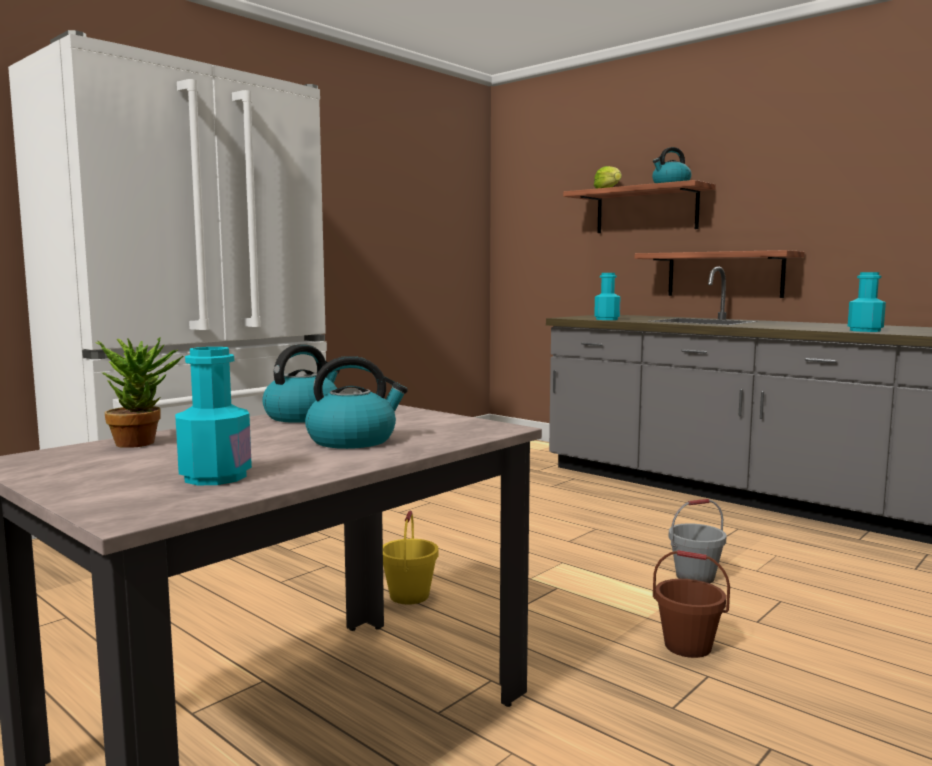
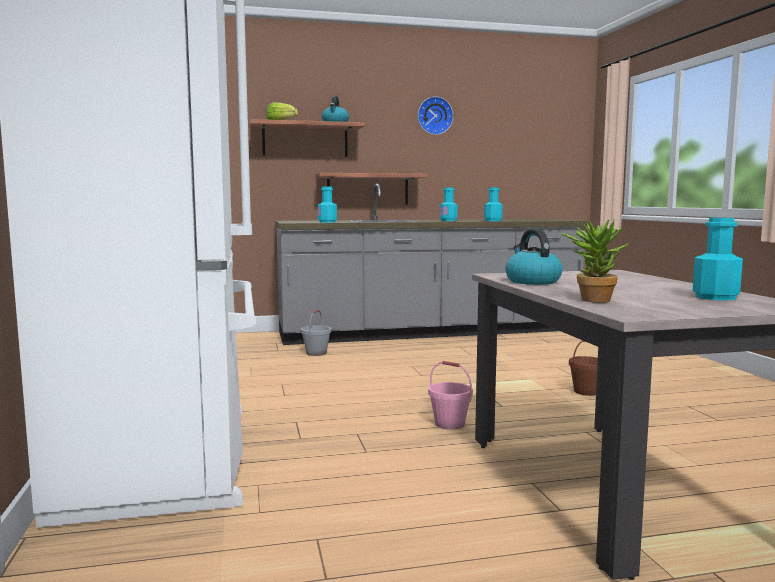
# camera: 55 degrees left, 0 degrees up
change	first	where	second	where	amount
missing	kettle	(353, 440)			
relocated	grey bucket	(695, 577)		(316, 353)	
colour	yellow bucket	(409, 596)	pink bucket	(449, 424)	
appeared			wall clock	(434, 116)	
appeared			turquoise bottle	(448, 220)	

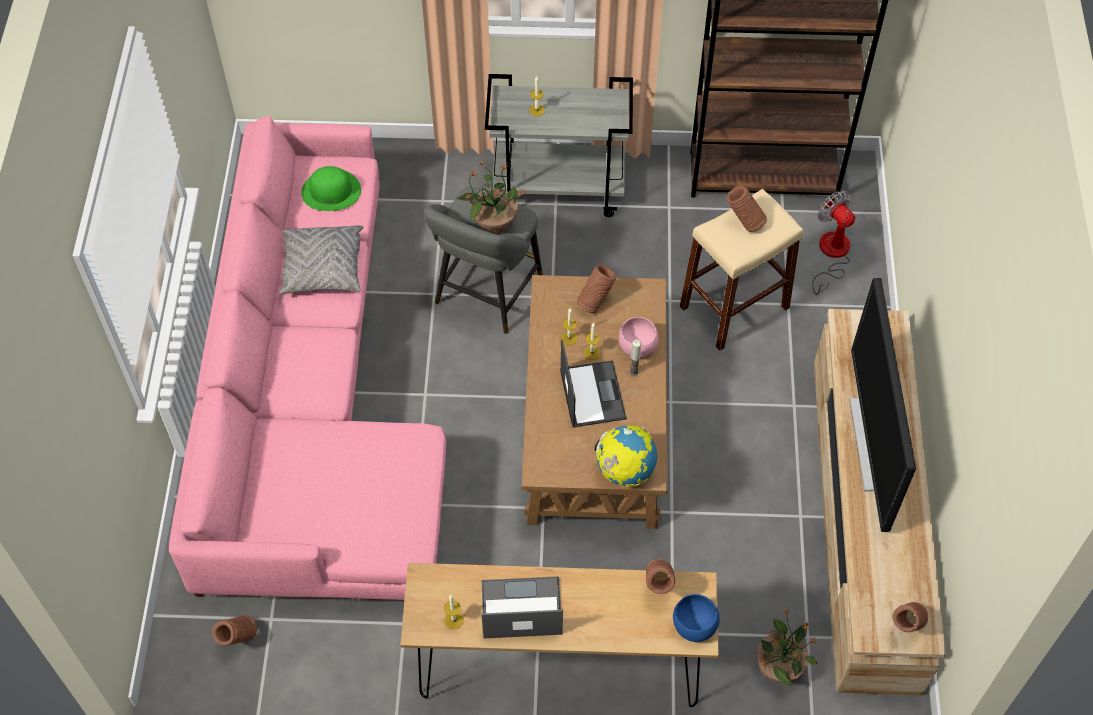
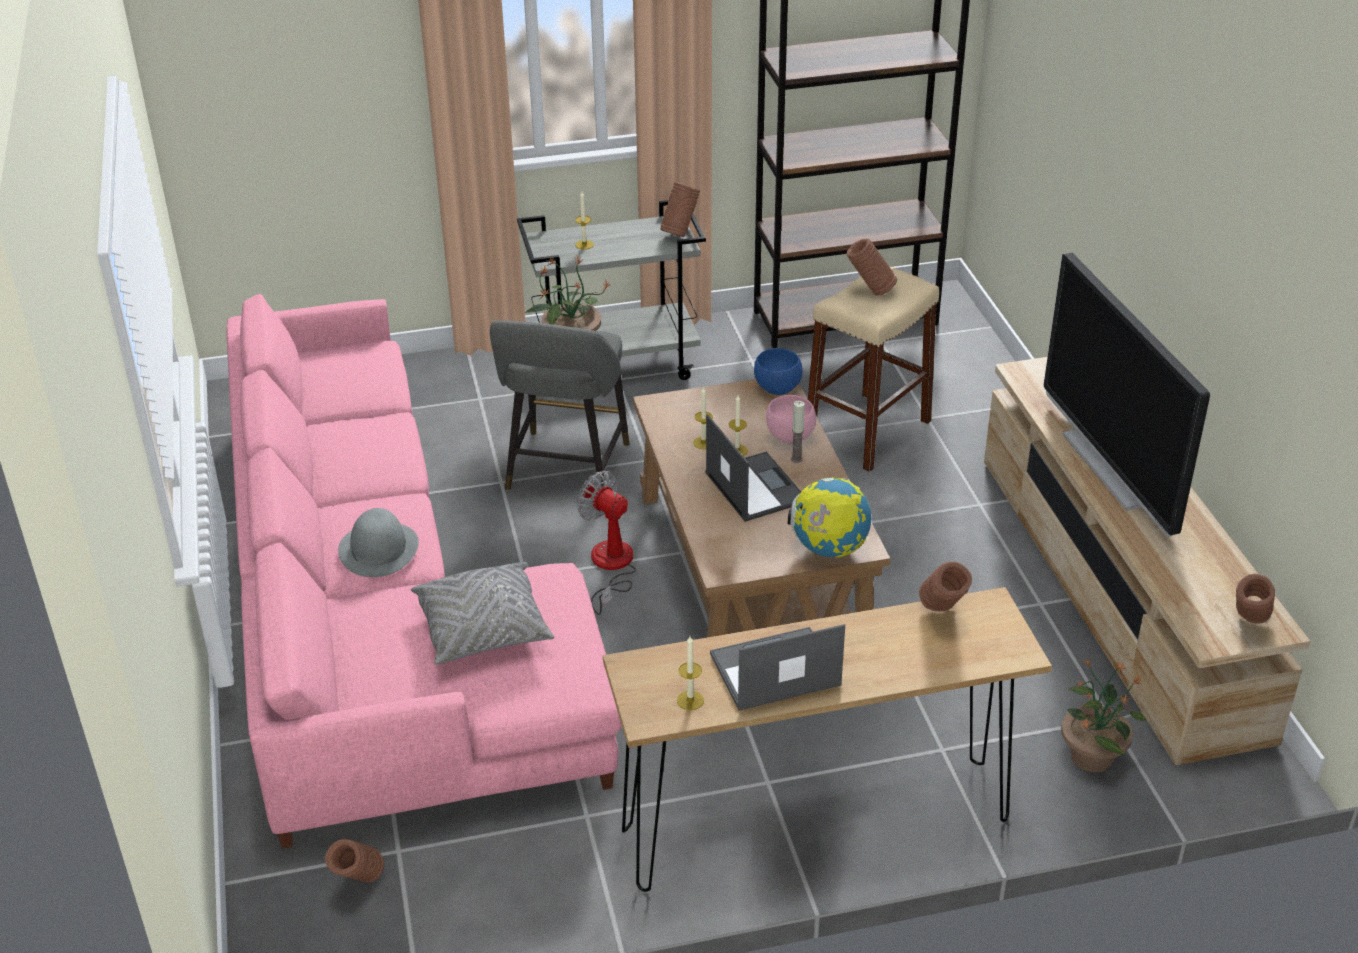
# camera: 15 degrees left, 20 degrees down
change	first	where	second	where	amount
missing	green hat	(331, 191)			
relocated	fan	(831, 254)		(610, 567)	
relocated	grey pillow	(323, 269)		(484, 630)	
relocated	brown vase	(595, 302)		(679, 233)	
relocated	blue bowl	(694, 627)		(777, 389)	
appeared			grey hat	(378, 548)	

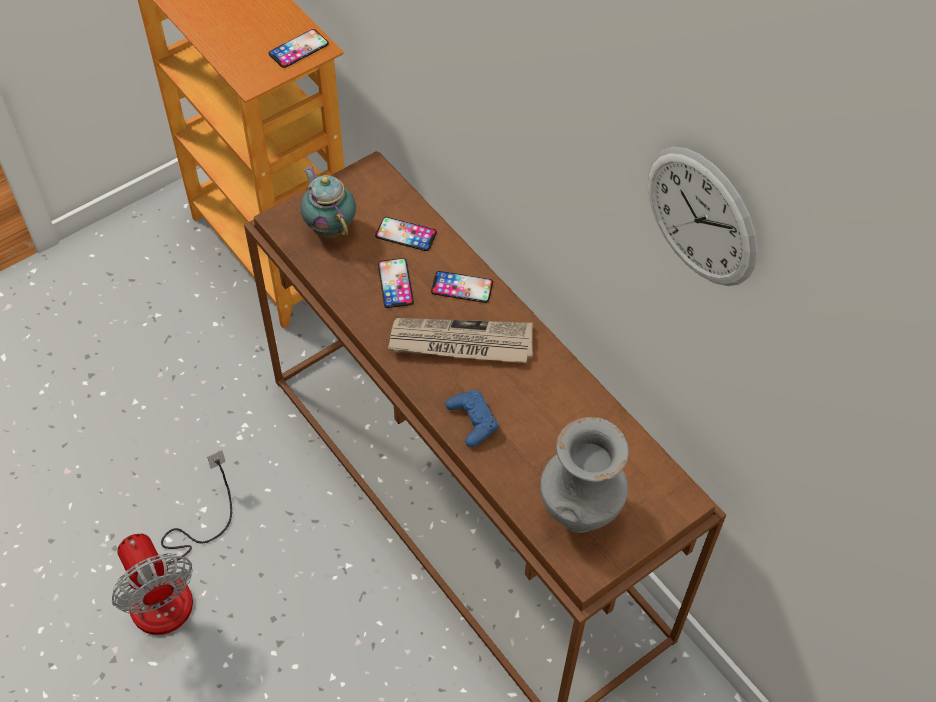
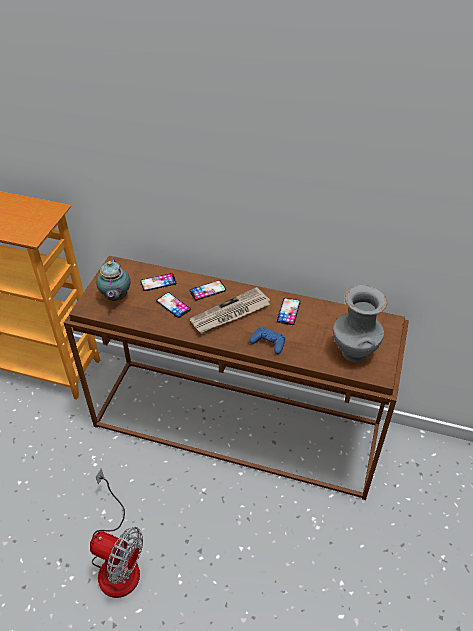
# camera: 35 degrees left, 10 degrees down
change	first	where	second	where	amount
relocated	phone	(298, 49)		(288, 311)	
missing	wall clock	(701, 217)			
spun	teapot	(330, 227)		(115, 298)	120 degrees counterclockwise

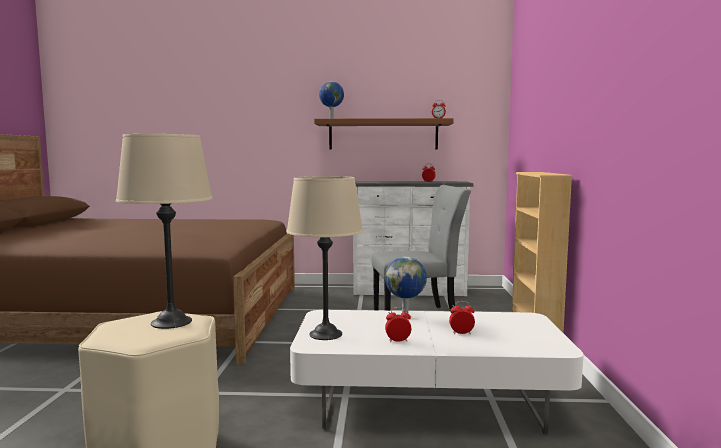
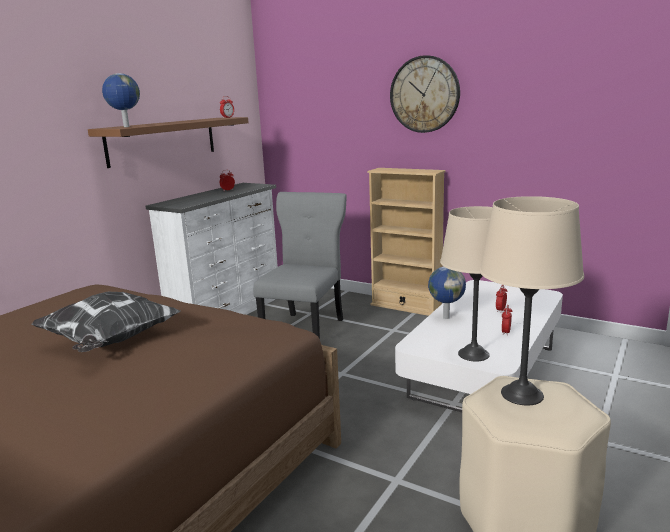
# camera: 60 degrees left, 10 degrees up
change	first	where	second	where	amount
appeared			wall clock	(424, 94)	
appeared			pillow	(110, 342)	

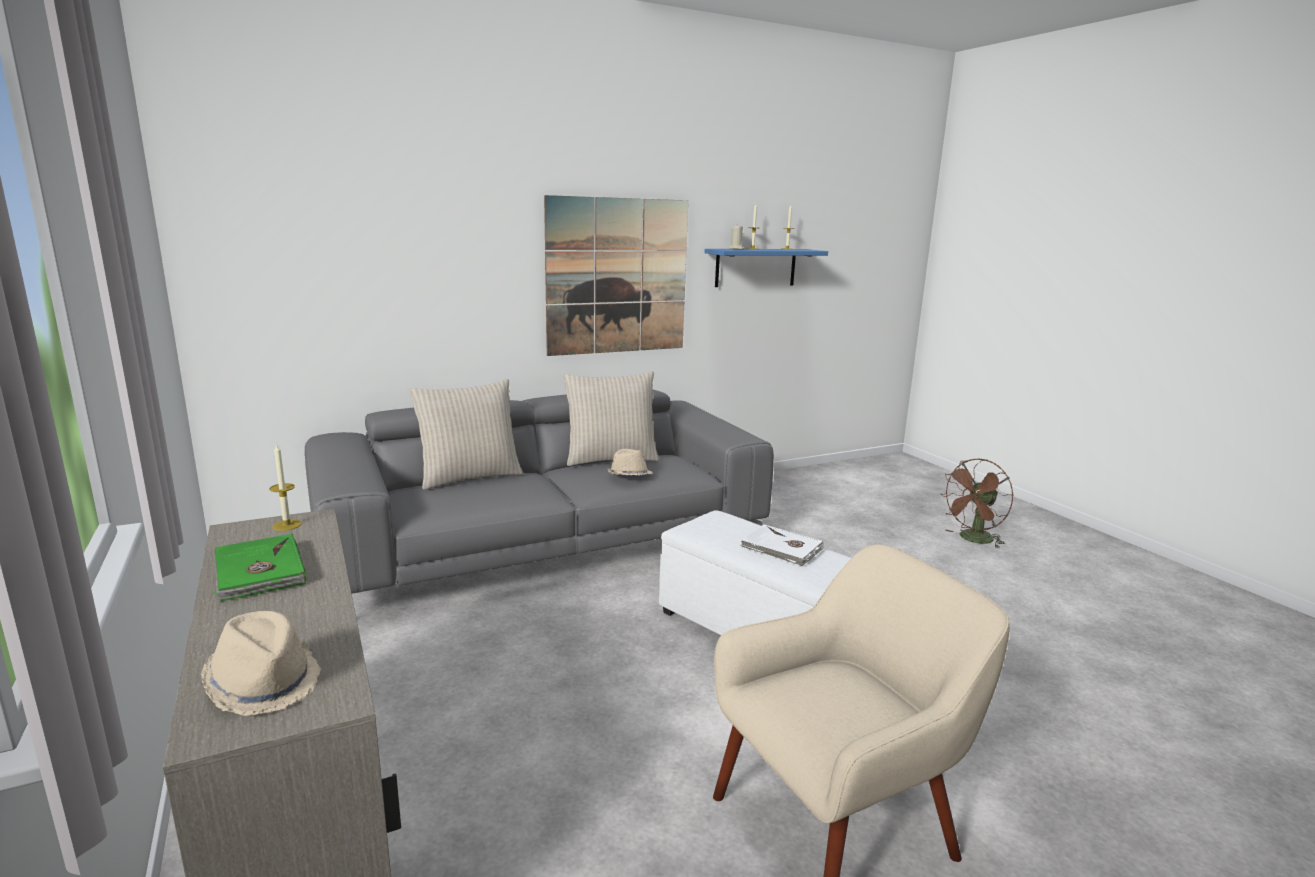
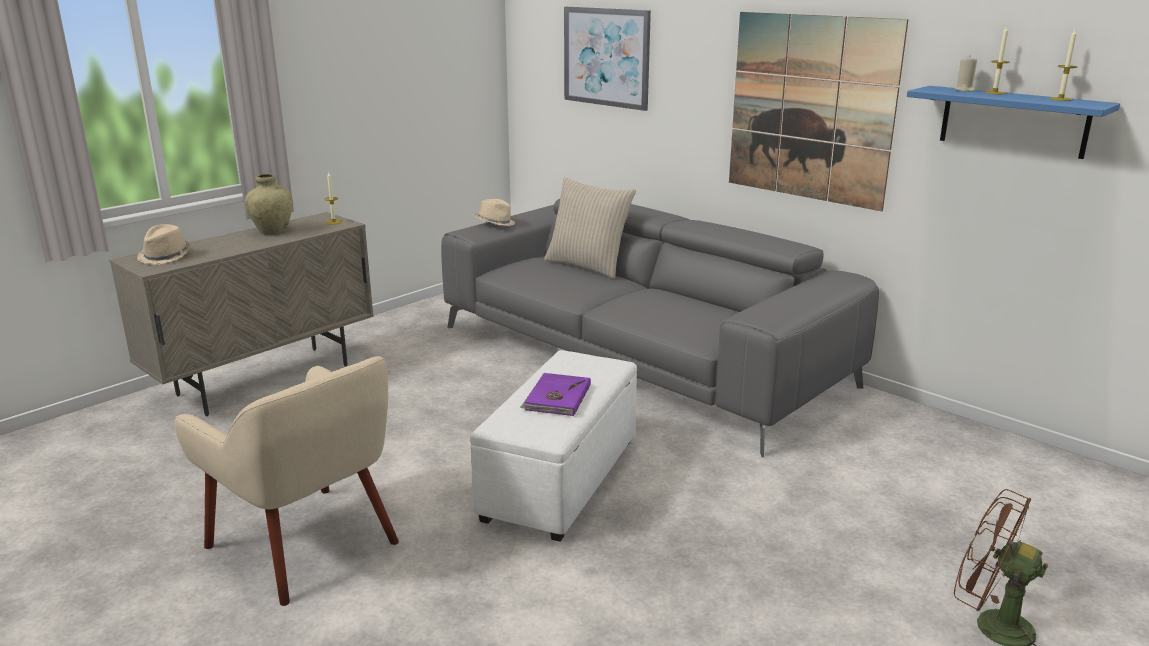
# camera: 70 degrees right, 5 degrees up
change	first	where	second	where	amount
missing	beige pillow	(611, 459)			
relocated	beige hat	(629, 476)		(494, 223)	
colour	white book	(781, 549)	purple book	(556, 398)	
exchanged	green book	(257, 572)	beige vase	(272, 231)	
appeared			picture	(606, 57)	

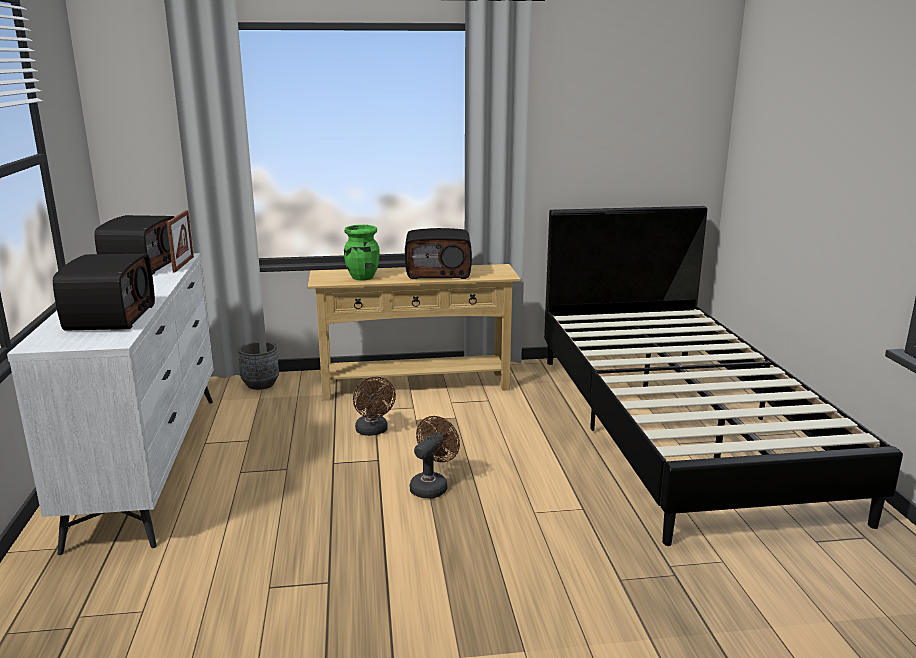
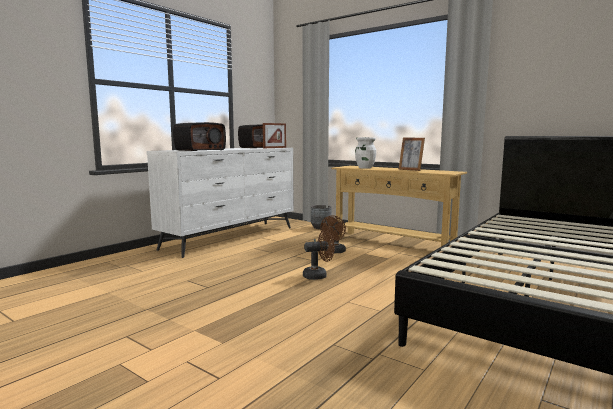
# camera: 45 degrees right, 10 degrees down
change	first	where	second	where	amount
colour	green vase	(362, 277)	white vase	(365, 168)	
exchanged	radio	(439, 273)	picture frame	(410, 170)	

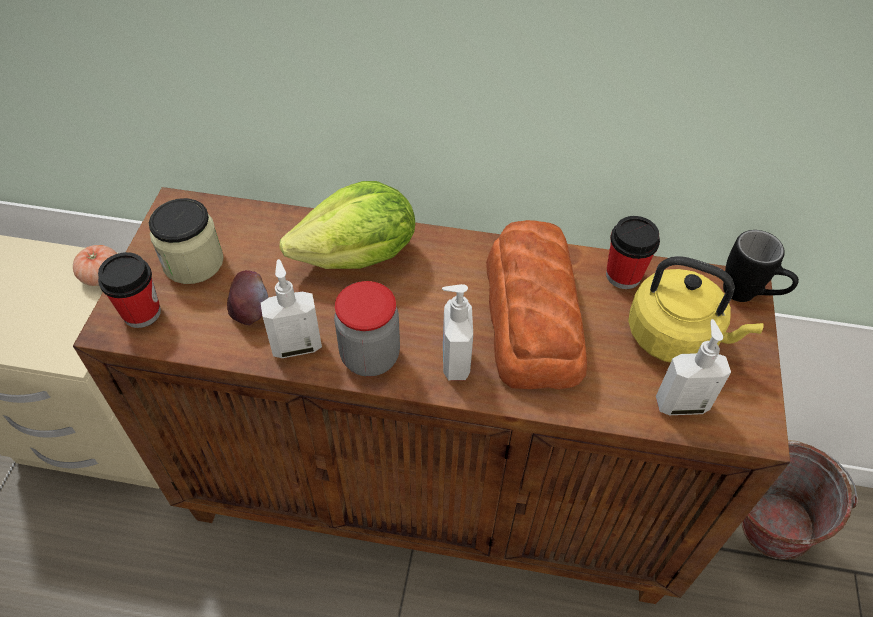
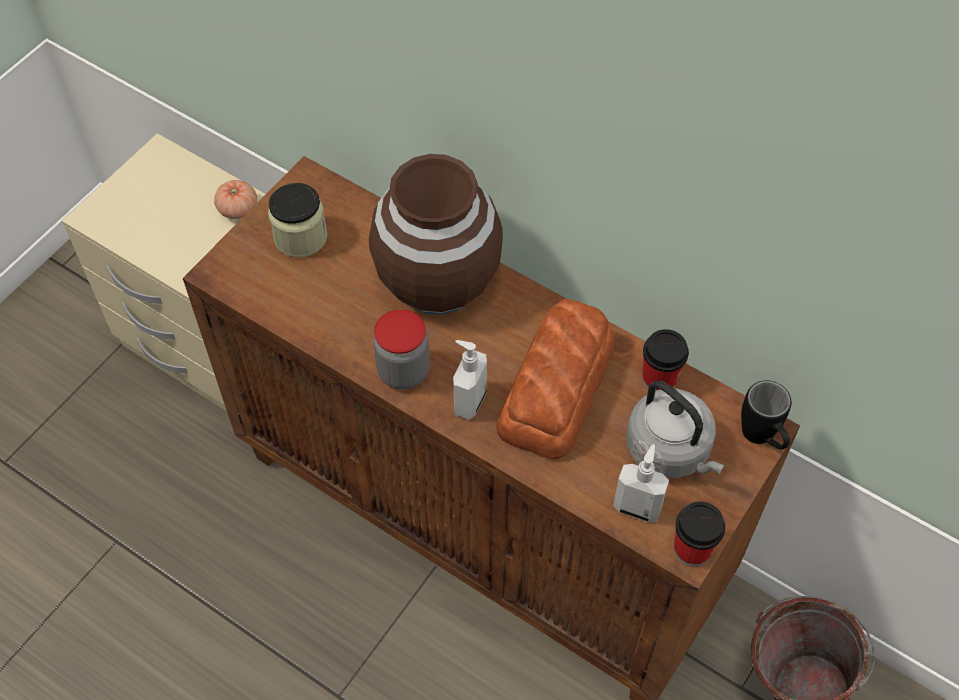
# camera: 25 degrees right, 5 degrees up
change	first	where	second	where	amount
exchanged	lettuce	(359, 257)	brown vase	(437, 280)	
relocated	cup	(142, 313)		(692, 549)	
colour	yellow kettle	(676, 337)	grey kettle	(671, 451)	
missing	soap dispenser	(296, 346)			
missing	apple	(250, 312)			

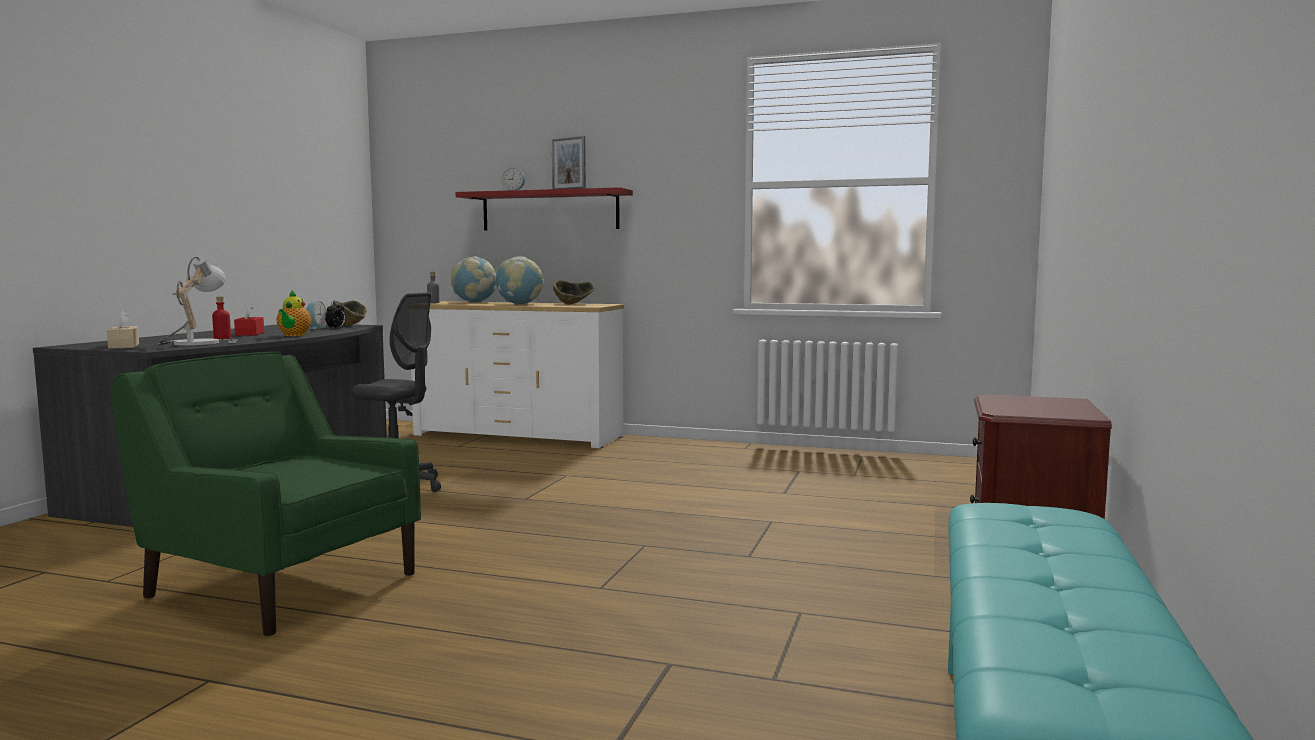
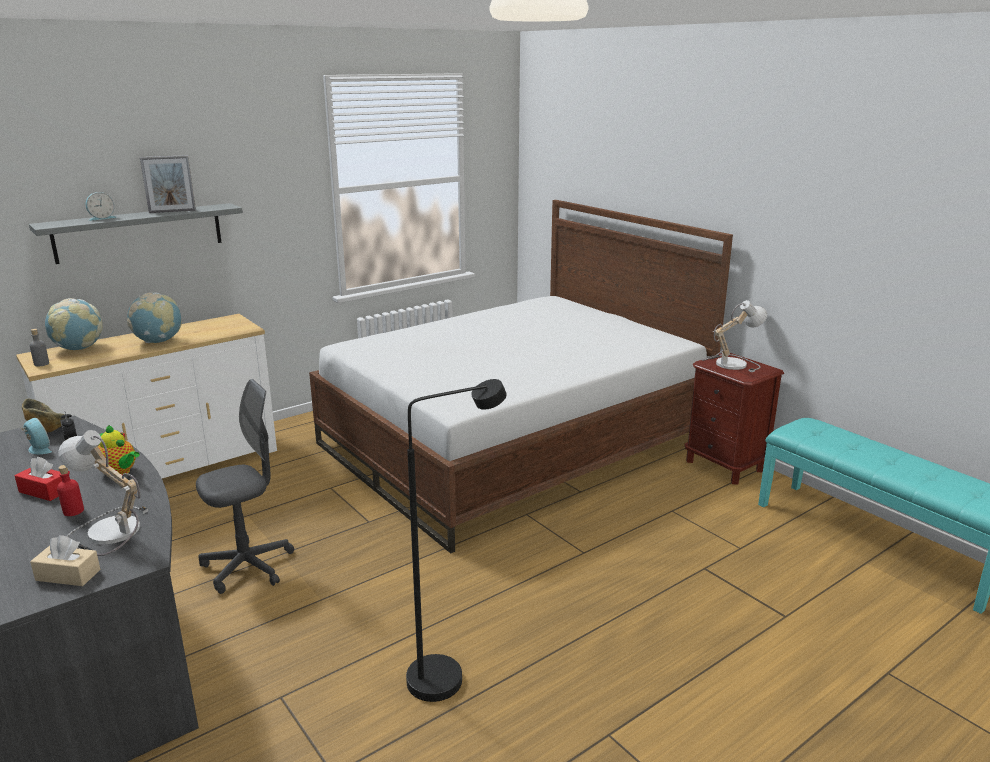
# camera: 55 degrees left, 15 degrees up
change	first	where	second	where	amount
colour	red shelf	(550, 211)	grey shelf	(139, 232)	
missing	bowl	(573, 304)			
exchanged	green armchair	(281, 585)	black floor lamp	(449, 675)	
appeared			bed	(513, 443)	
appeared			table lamp	(730, 363)	

